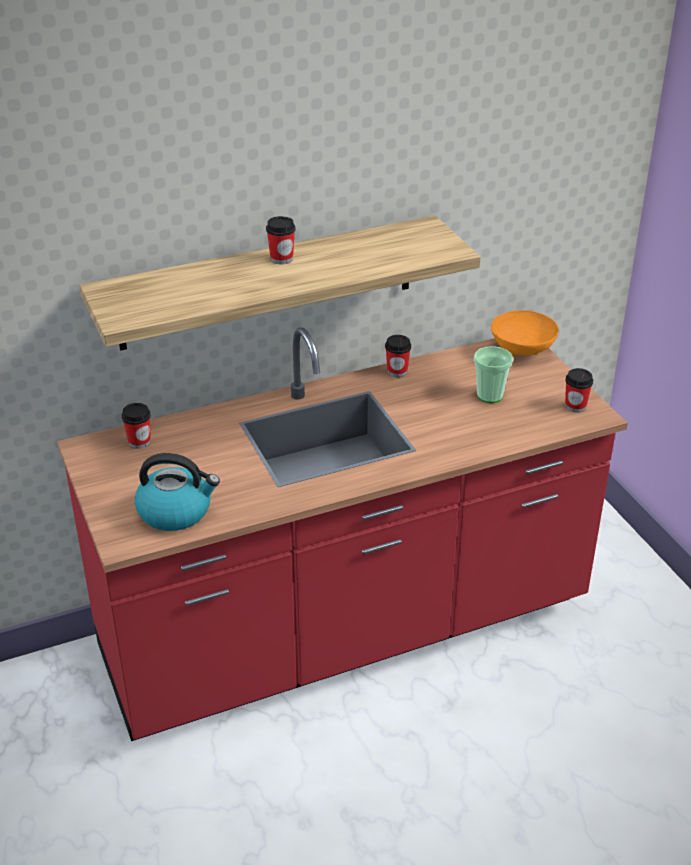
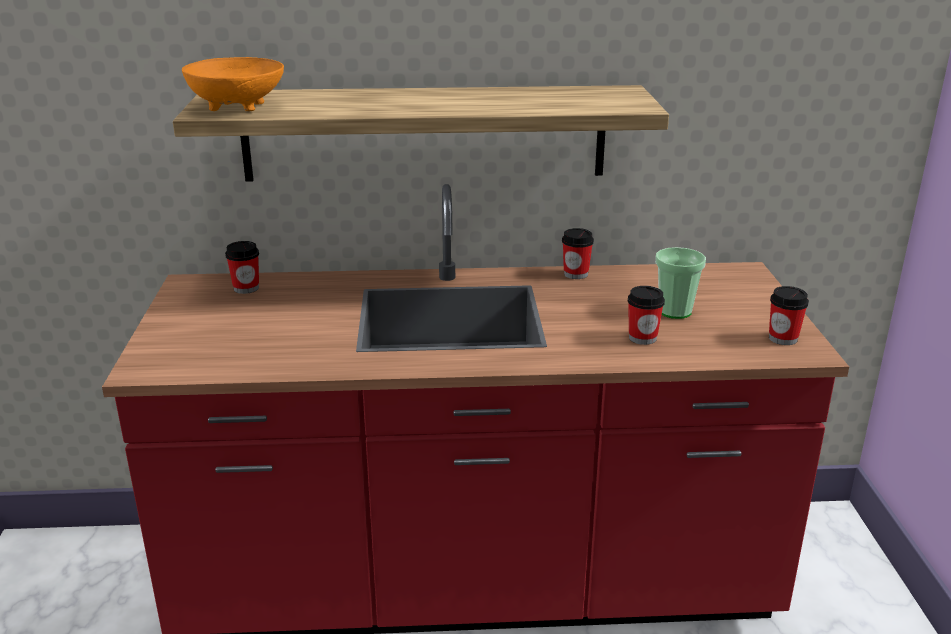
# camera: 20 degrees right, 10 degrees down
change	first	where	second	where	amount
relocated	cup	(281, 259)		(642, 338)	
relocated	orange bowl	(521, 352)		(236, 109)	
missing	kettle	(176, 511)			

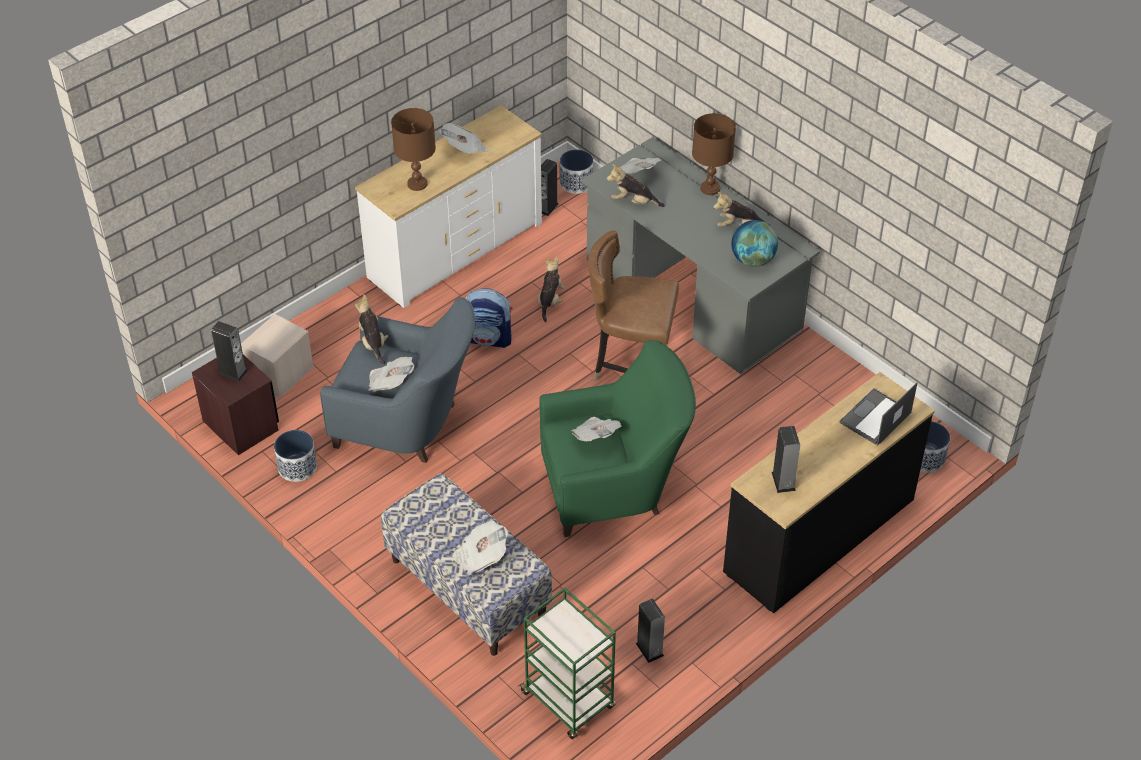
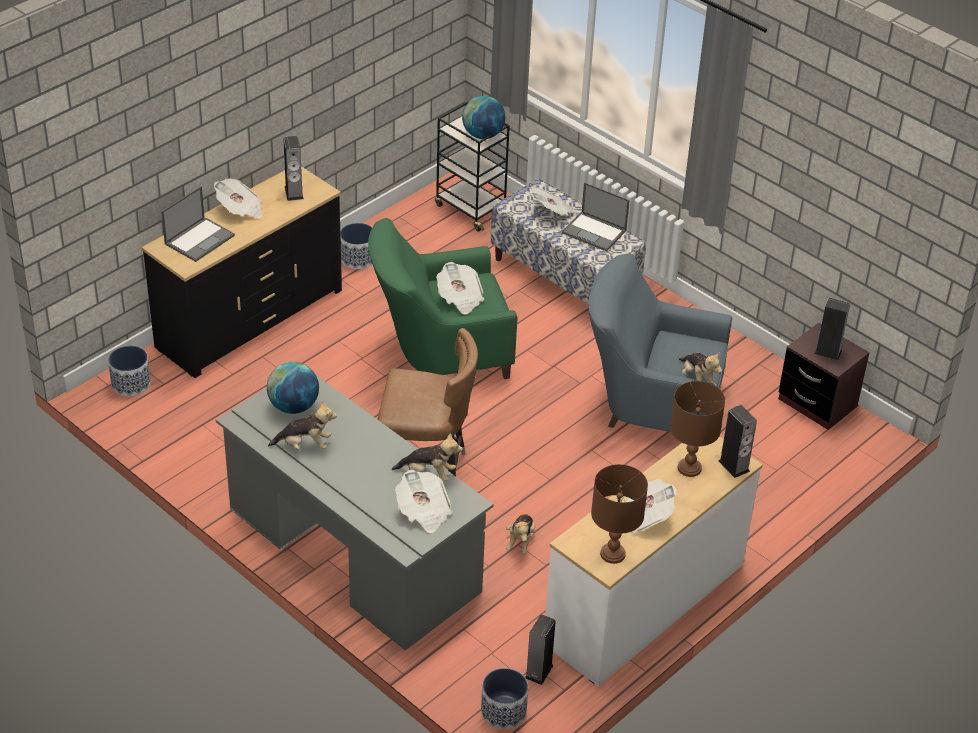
# camera: 175 degrees right, 5 degrees down
change	first	where	second	where	amount
relocated	brown table lamp	(710, 189)		(613, 553)	
missing	backpack	(489, 338)			
missing	beige storage box	(280, 374)			
relocated	newspaper	(390, 383)		(240, 210)	
relocated	planter	(298, 467)		(357, 259)	
colour	green cart	(569, 701)	black cart	(471, 209)	
relocated	speaker	(649, 649)		(734, 466)	
appeared			globe	(483, 135)	
appeared			laptop	(595, 232)	

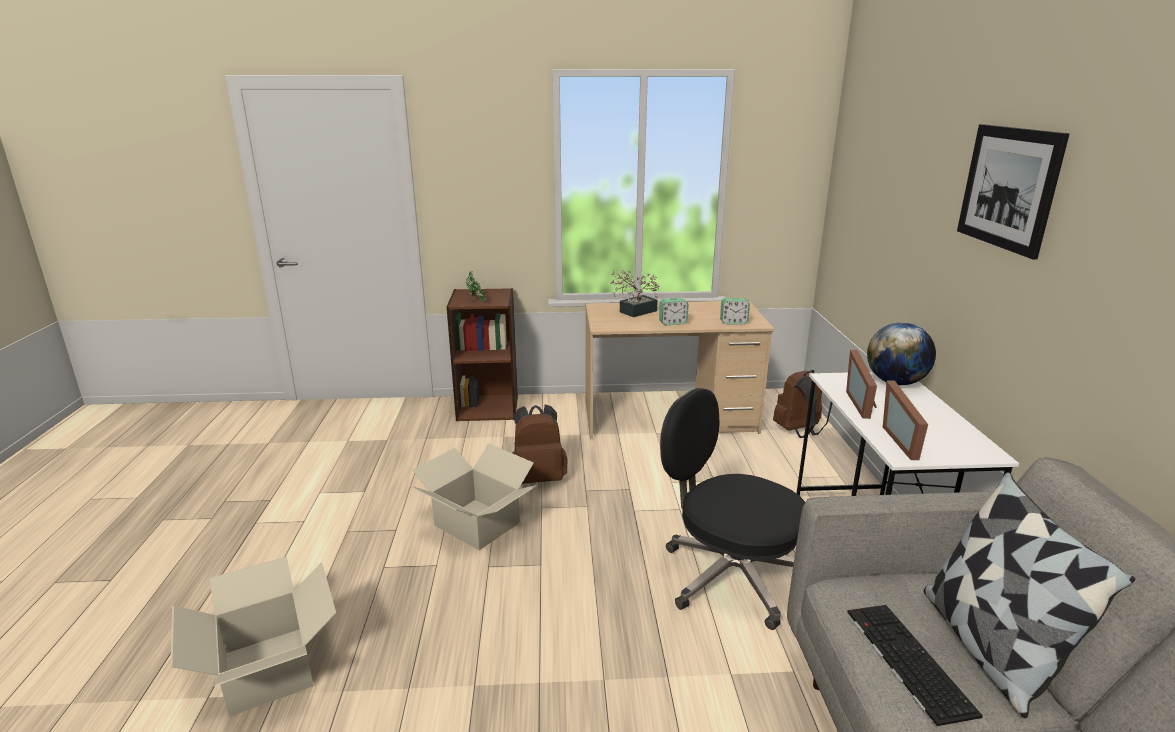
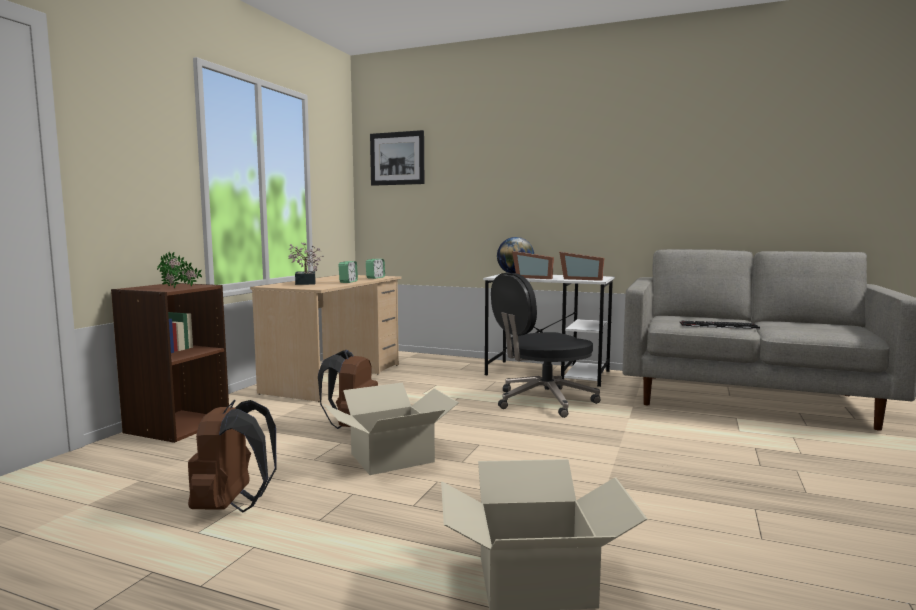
# camera: 65 degrees left, 15 degrees down
change	first	where	second	where	amount
relocated	picture	(1008, 188)		(397, 158)	
relocated	brown backpack	(800, 432)		(232, 506)	
missing	pillow	(989, 647)			

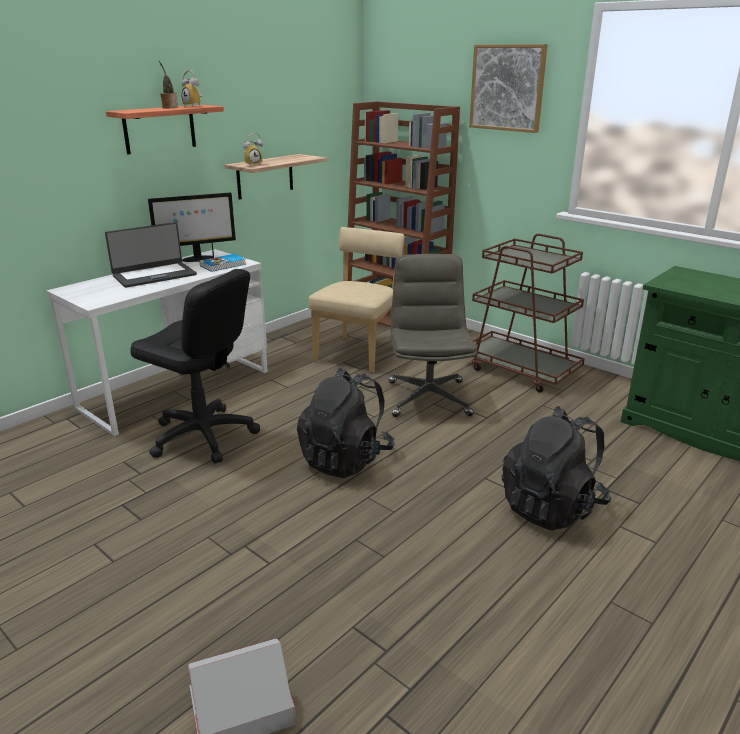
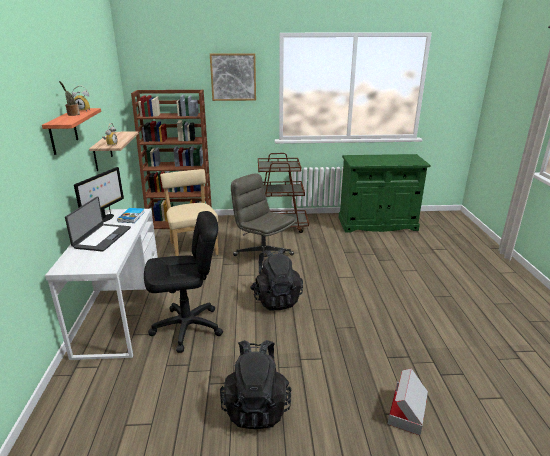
# camera: 45 degrees left, 0 degrees up
change	first	where	second	where	amount
relocated	black backpack	(552, 507)		(256, 406)	

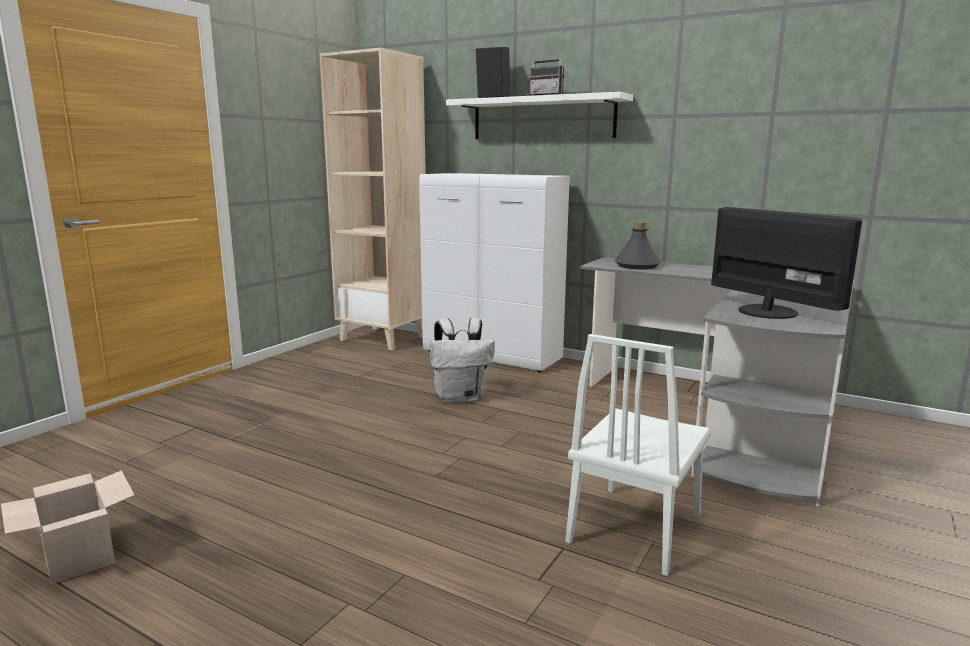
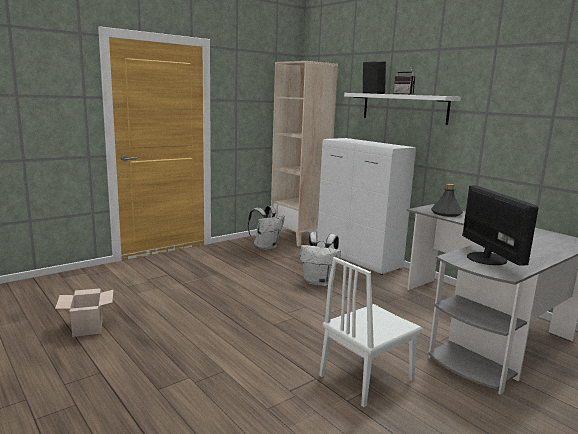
# camera: 20 degrees right, 0 degrees up
change	first	where	second	where	amount
appeared			white backpack	(265, 247)	

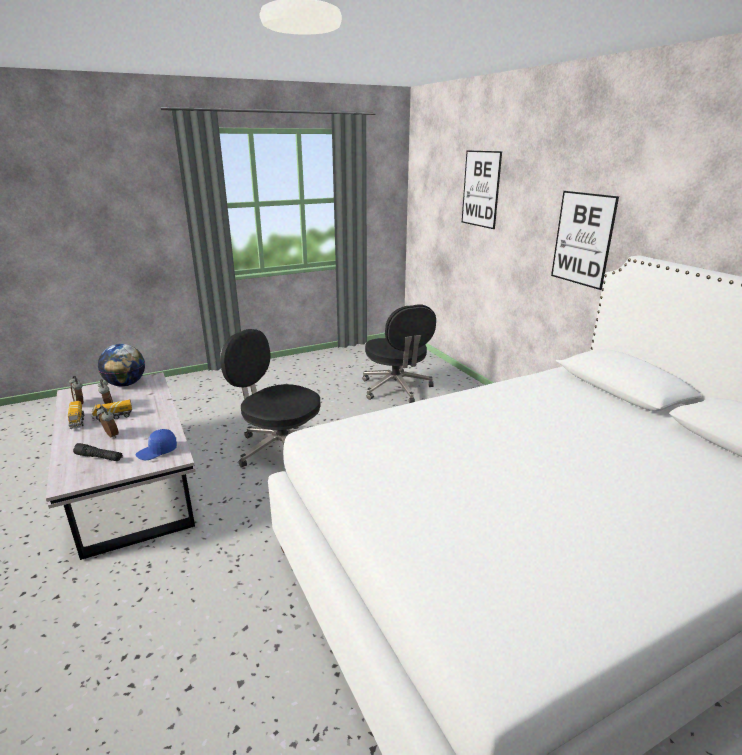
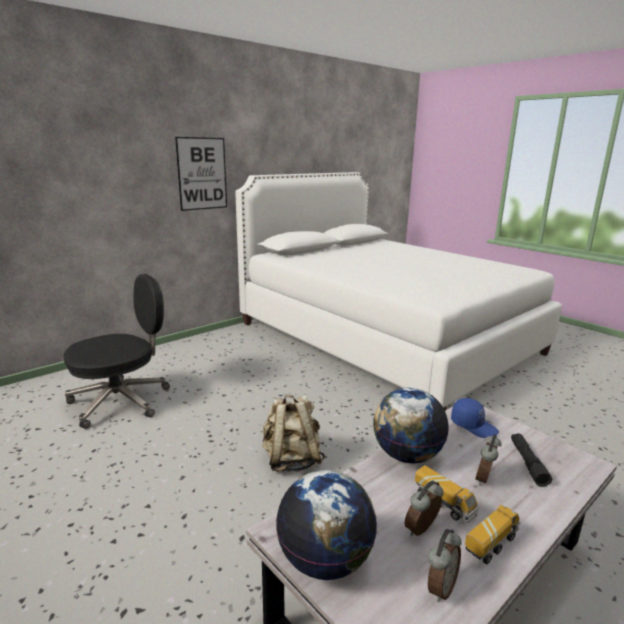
# camera: 105 degrees left, 5 degrees down
change	first	where	second	where	amount
missing	picture	(481, 189)			
exchanged	black office chair	(280, 448)	beige backpack	(291, 460)	
appeared			globe	(406, 455)	

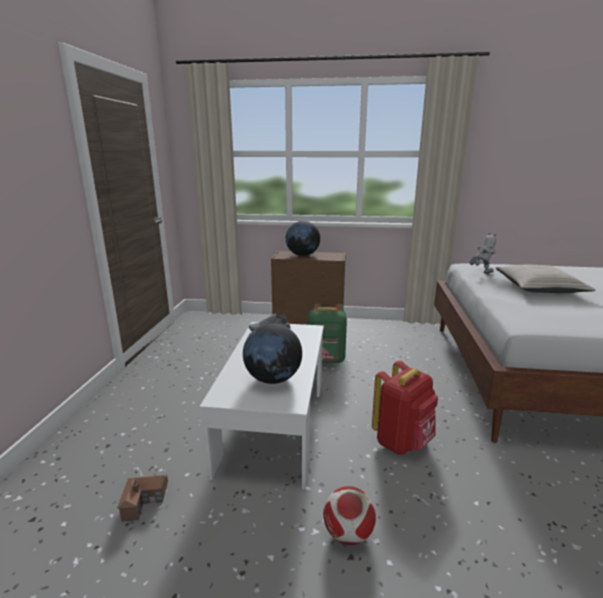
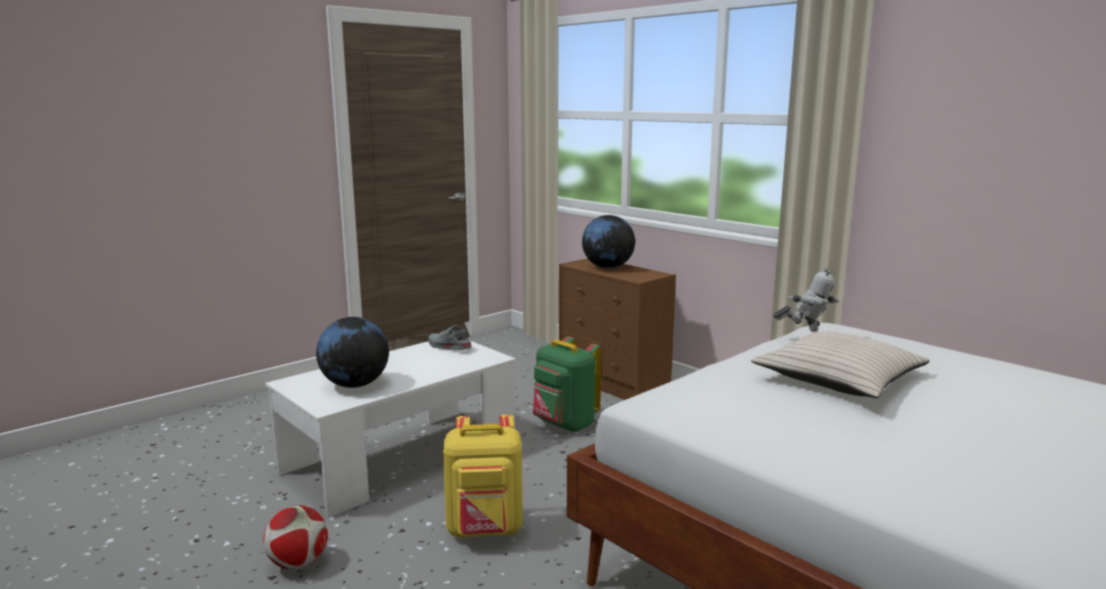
# camera: 40 degrees right, 5 degrees down
change	first	where	second	where	amount
colour	red backpack	(402, 442)	yellow backpack	(485, 531)	
missing	toy house	(145, 500)			

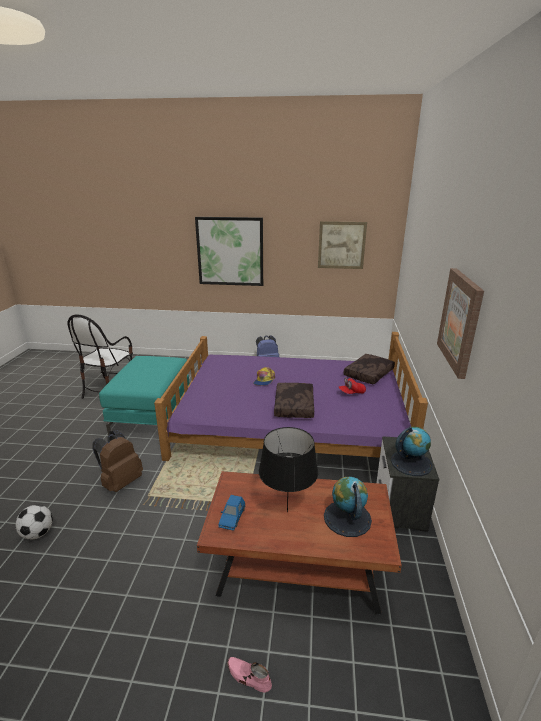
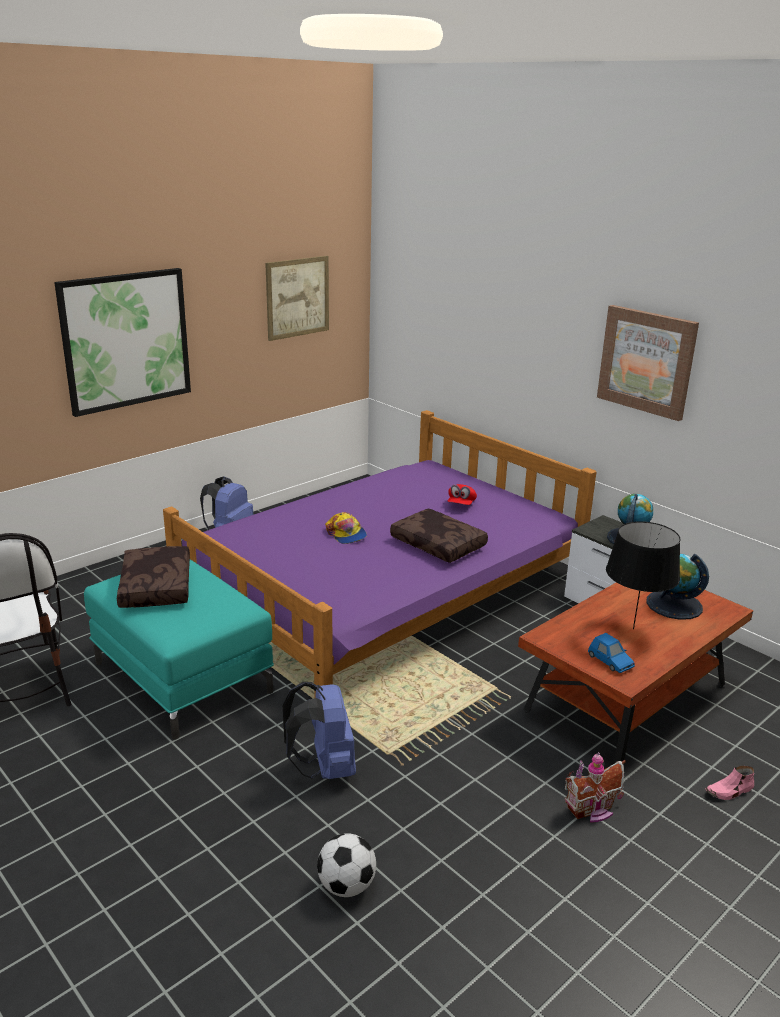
# camera: 50 degrees left, 0 degrees up
change	first	where	second	where	amount
relocated	brown pillow	(369, 374)		(158, 587)	
colour	brown backpack	(121, 482)	blue backpack	(324, 768)	
appeared			toy house	(592, 810)	

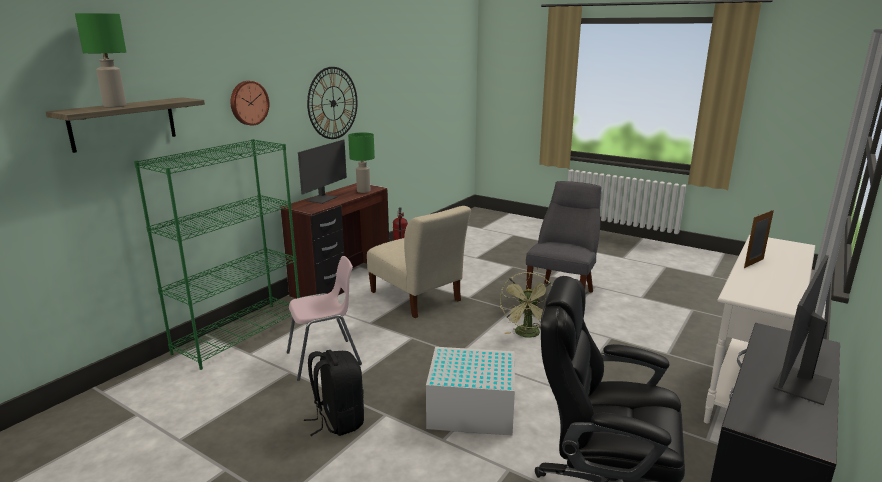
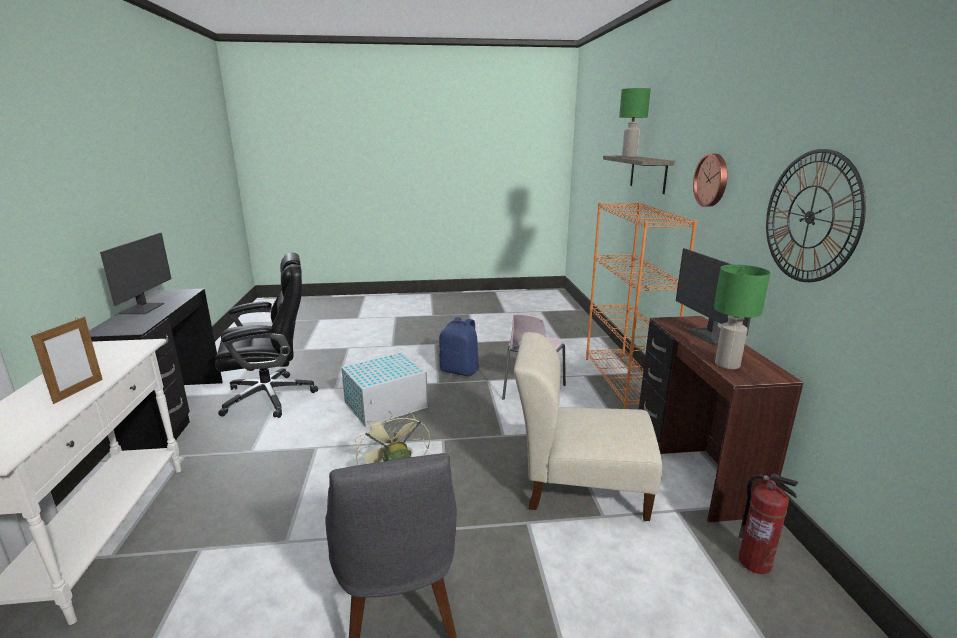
# camera: 140 degrees right, 0 degrees up
change	first	where	second	where	amount
colour	green bookcase	(240, 334)	orange bookcase	(624, 381)	
colour	black backpack	(338, 420)	blue backpack	(460, 371)	

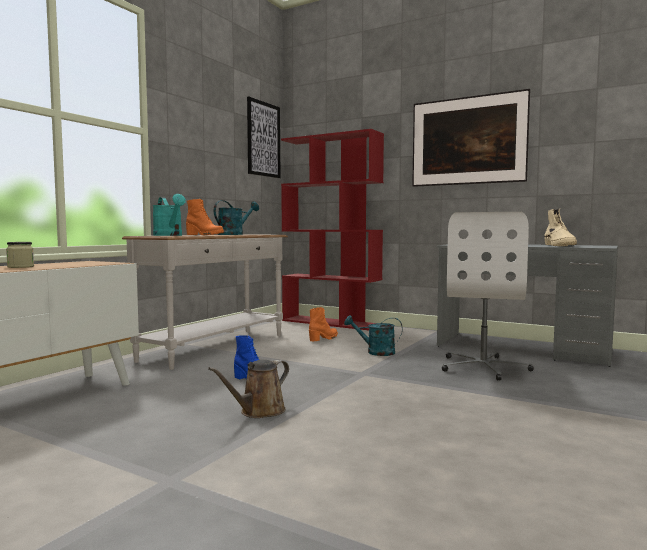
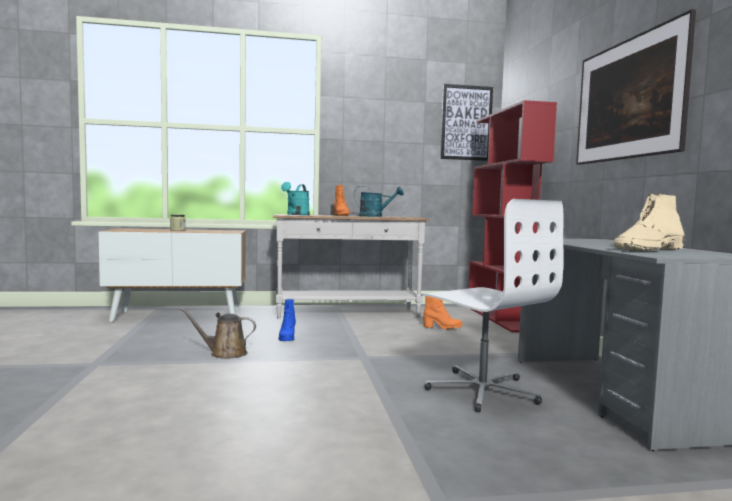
# camera: 50 degrees right, 0 degrees up
change	first	where	second	where	amount
spun	white office chair	(484, 367)		(482, 390)	105 degrees counterclockwise
missing	turquoise watering can	(375, 352)			

